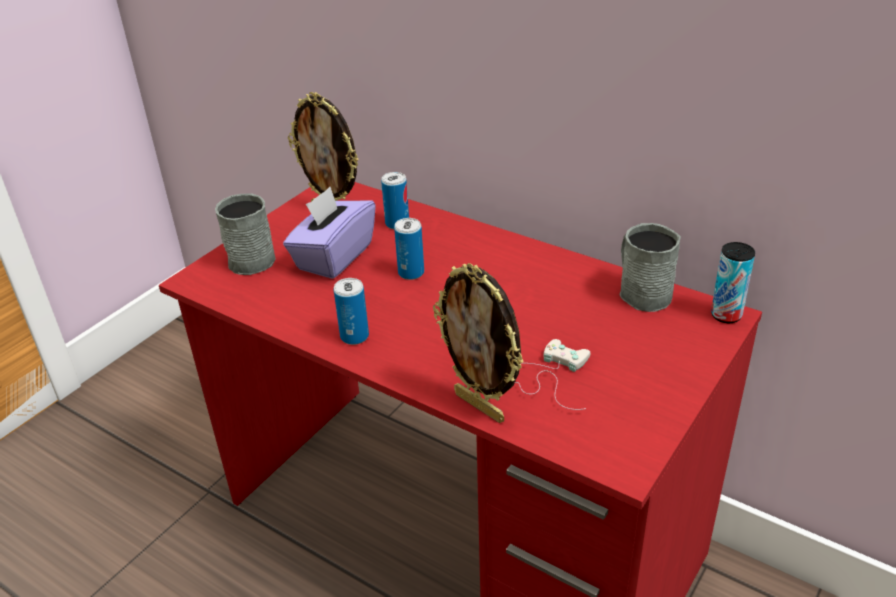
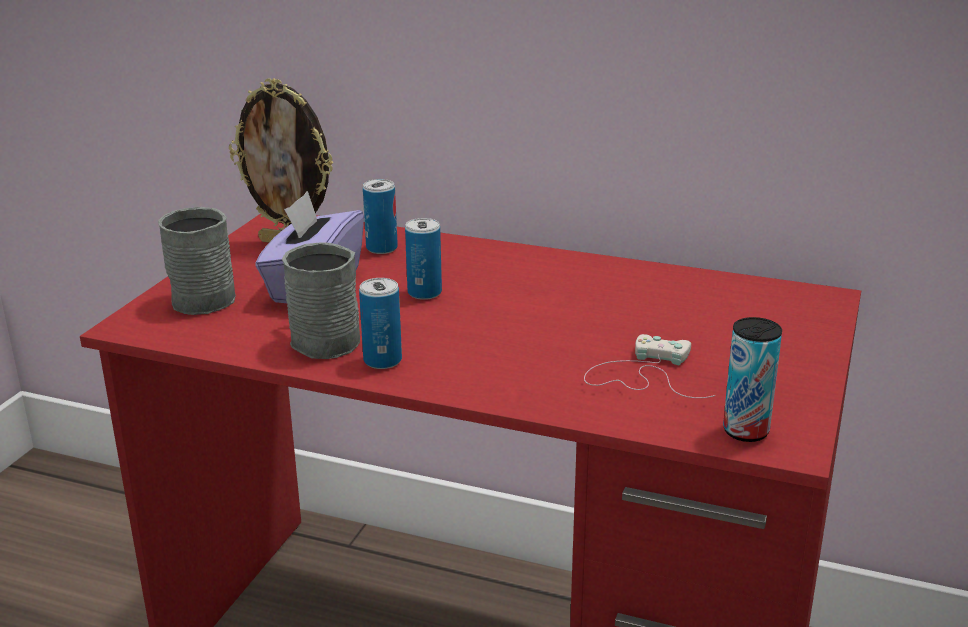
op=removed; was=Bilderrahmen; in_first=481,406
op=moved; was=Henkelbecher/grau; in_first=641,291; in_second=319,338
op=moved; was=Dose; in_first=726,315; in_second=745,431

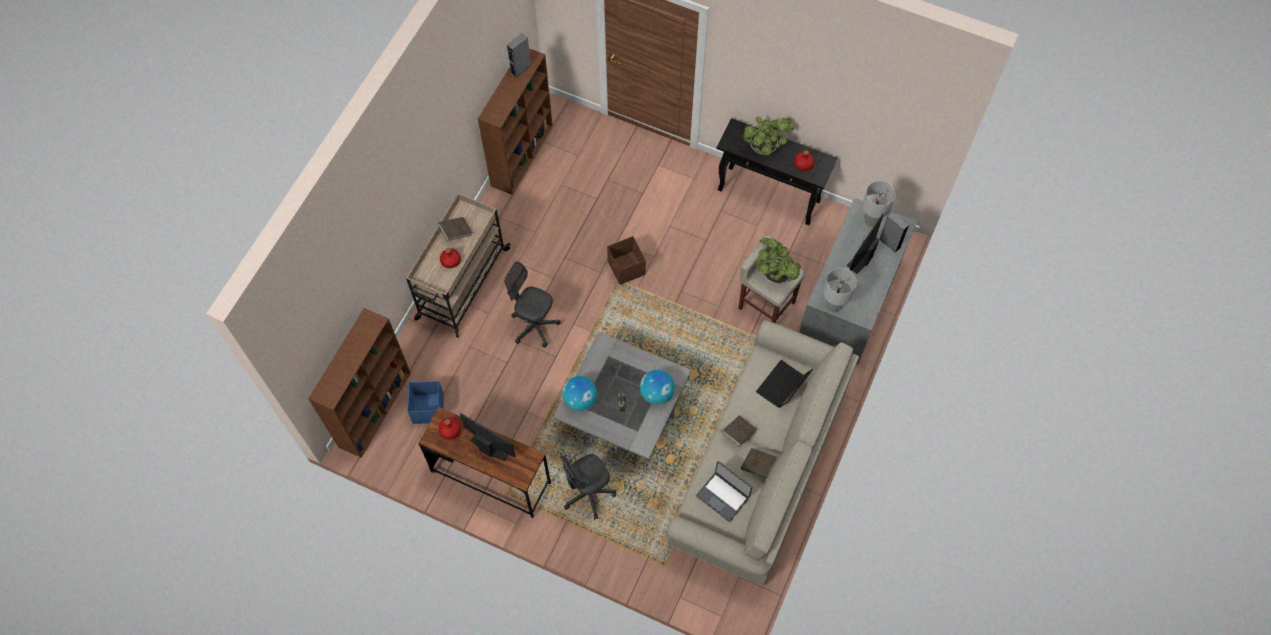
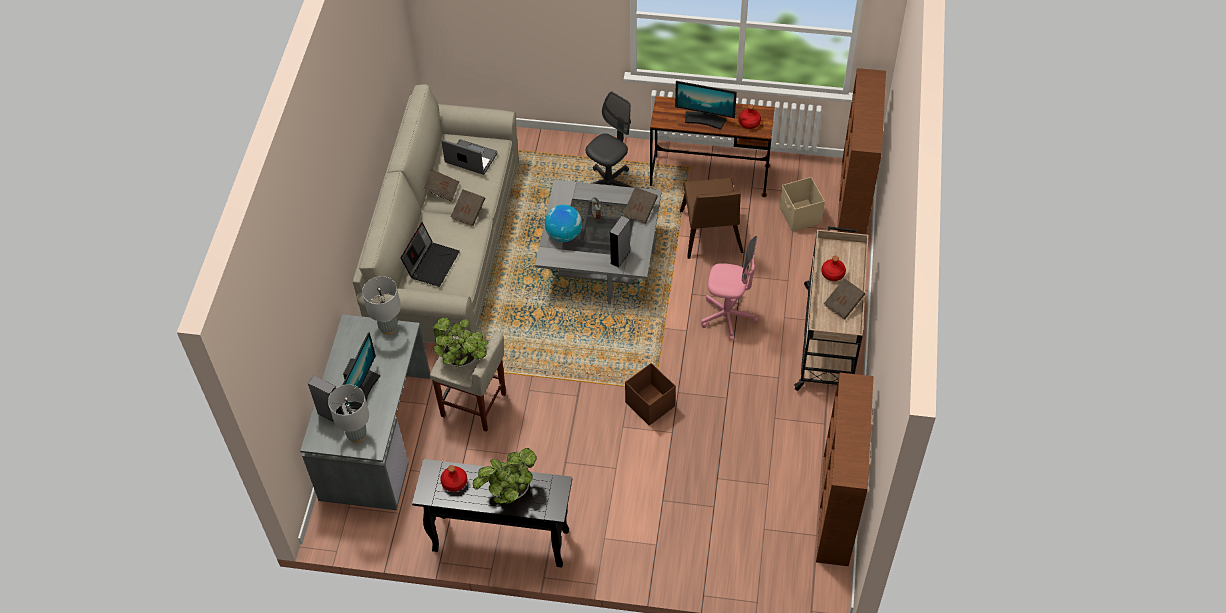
op=recoloured; was=Aufbewahrungsbox/blau; now=Aufbewahrungsbox/beige; in_first=428,408; in_second=800,216
op=recoloured; was=Bürostuhl/grau; now=Bürostuhl/rosa; in_first=534,326; in_second=728,317
op=moved; was=Lautsprecher/grau; in_first=521,69; in_second=620,257
op=replaced; was=Globus; now=Buch/braun; in_first=580,399; in_second=640,210
op=added; now=Stuhl/braun; in_second=710,236

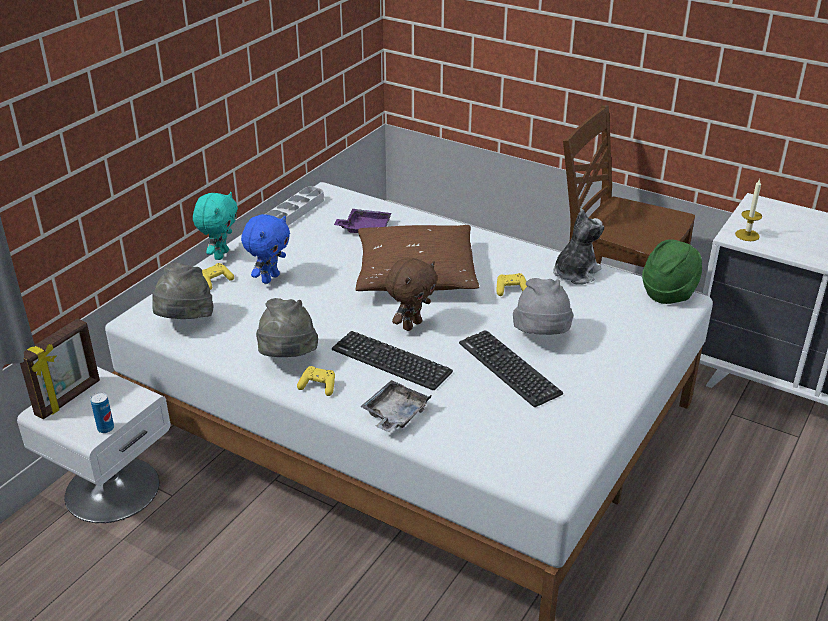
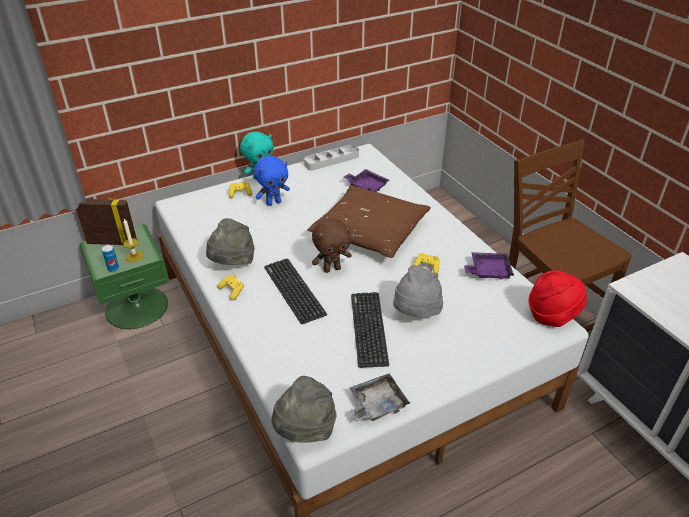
op=recoloured; was=Nachttisch/weiß; now=Nachttisch/grün; in_first=111,488; in_second=136,306
op=turned; was=Bilderrahmen; in_first=69,398; in_second=112,242; clockwise=-150
op=moved; was=Hut/grau; in_first=185,321; in_second=305,430
op=moved; was=Tablett/grau; in_first=395,414; in_second=376,404
op=replaced; was=Plüschtier; now=Tablett/lila; in_first=575,273; in_second=488,271
op=recoloured; was=Hut/grün; now=Hut/rot; in_first=668,293; in_second=552,315
op=moved; was=Kerze; in_first=747,235; in_second=134,256

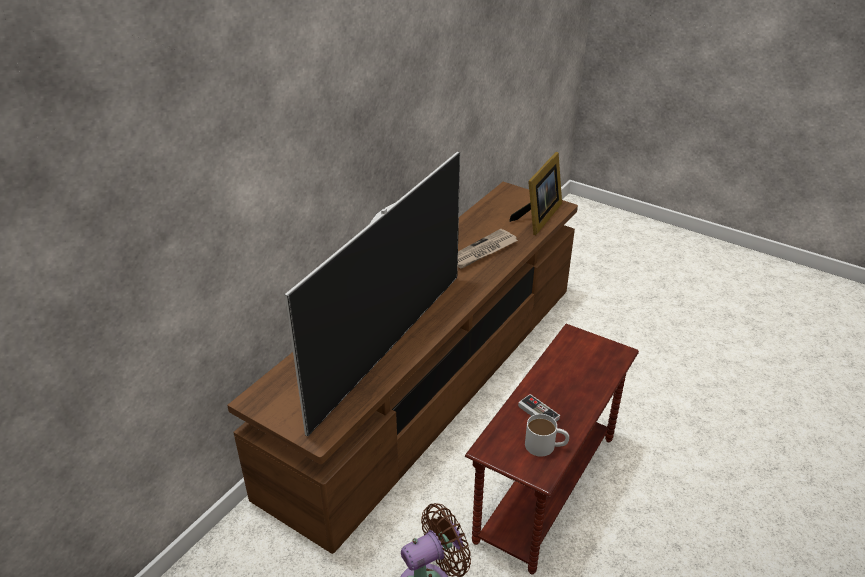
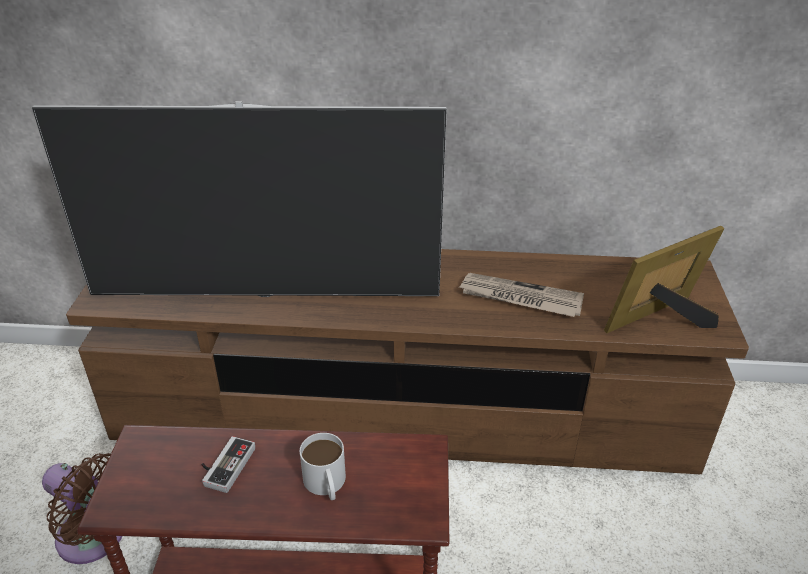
op=turned; was=Bilderrahmen; in_first=538,217; in_second=661,320; clockwise=150
op=moved; was=Henkelbecher/weiß; in_first=546,446; in_second=326,485

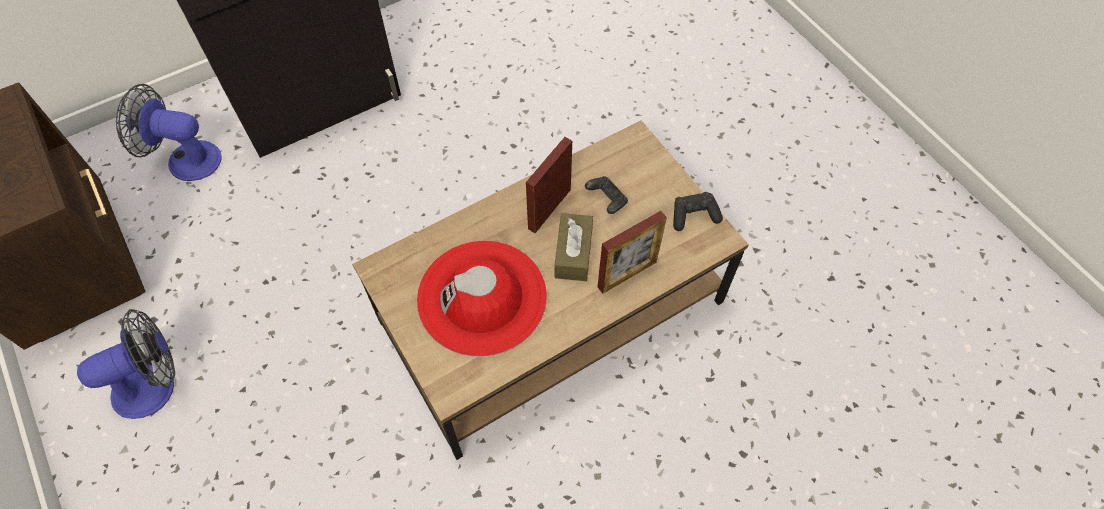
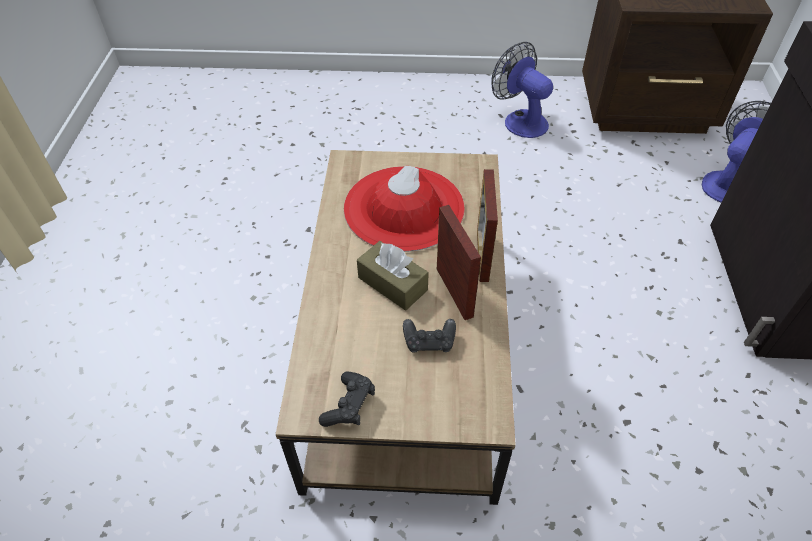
op=turned; was=Ventilator; in_first=155,384; in_second=520,120; clockwise=135
op=moved; was=Bilderrahmen; in_first=627,274; in_second=482,256

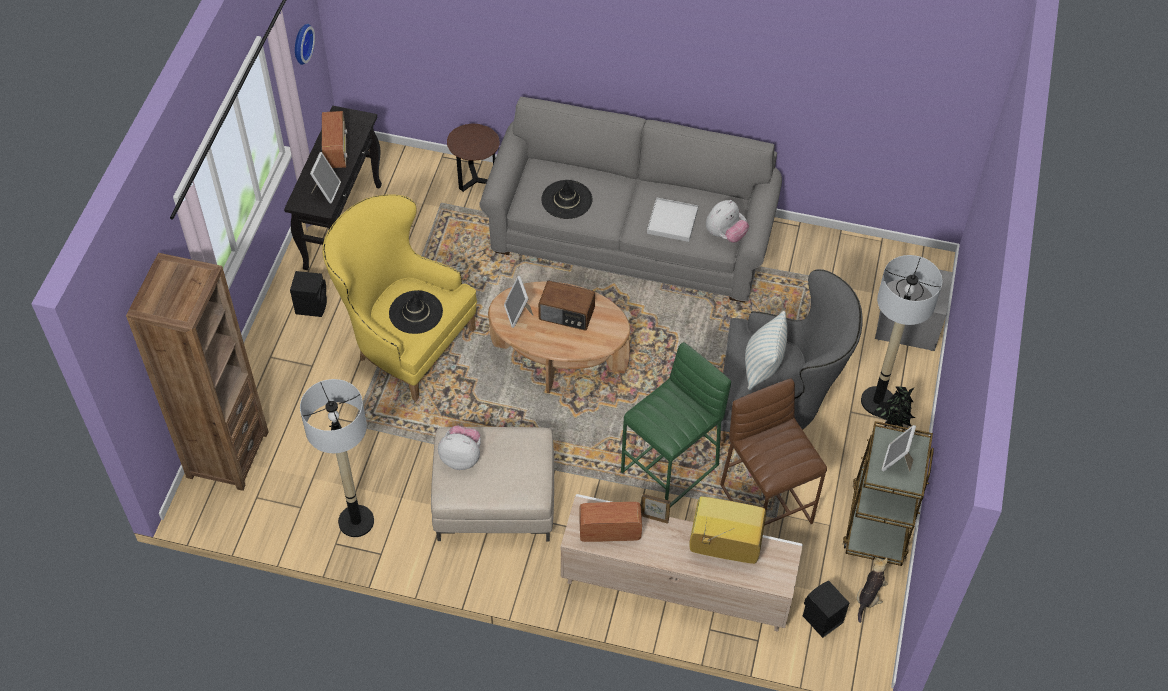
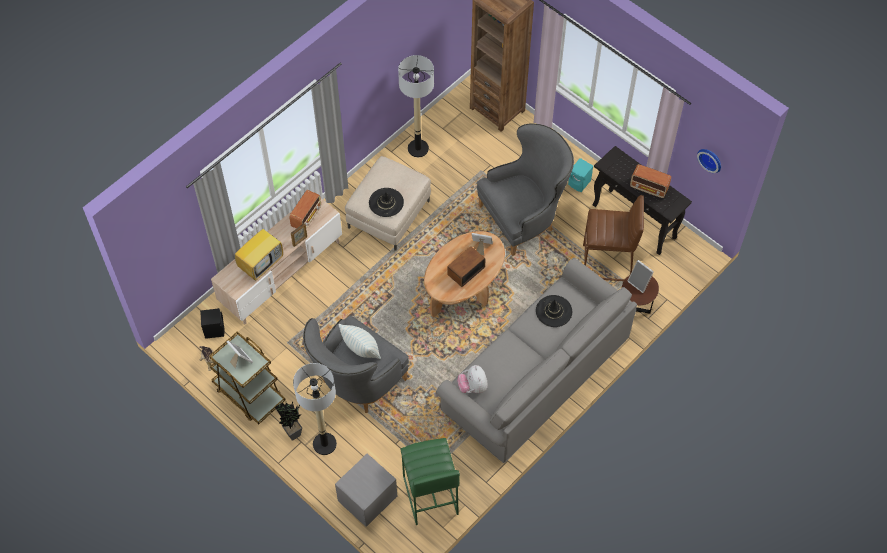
op=recoloured; was=Lautsprecher/schwarz; now=Lautsprecher/türkis; in_first=312,305; in_second=580,183
op=moved; was=Bilderrahmen; in_first=326,190; in_second=639,282
op=recoloured; was=Sessel/gelb; now=Sessel/grau; in_first=404,342; in_second=524,217
op=moved; was=Hut/schwarz; in_first=415,312; in_second=386,202
op=removed; was=Plüschtier; in_first=461,457
op=moved; was=Hocker/grün; in_first=671,469; in_second=430,496
op=removed; was=Tablett/weiß; in_first=672,221
op=moved; was=Hocker/braun; in_first=766,503; in_second=607,263

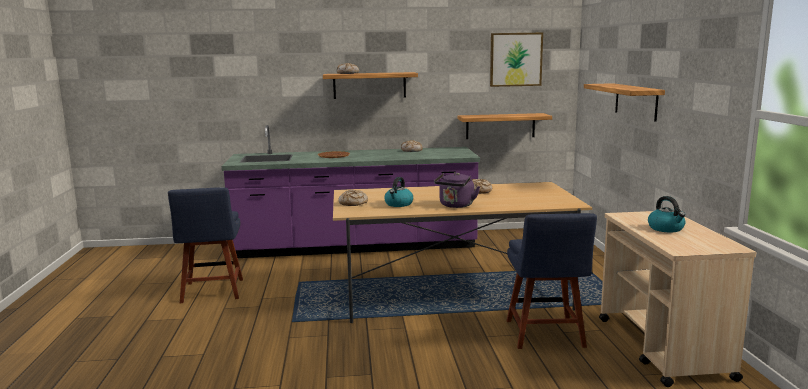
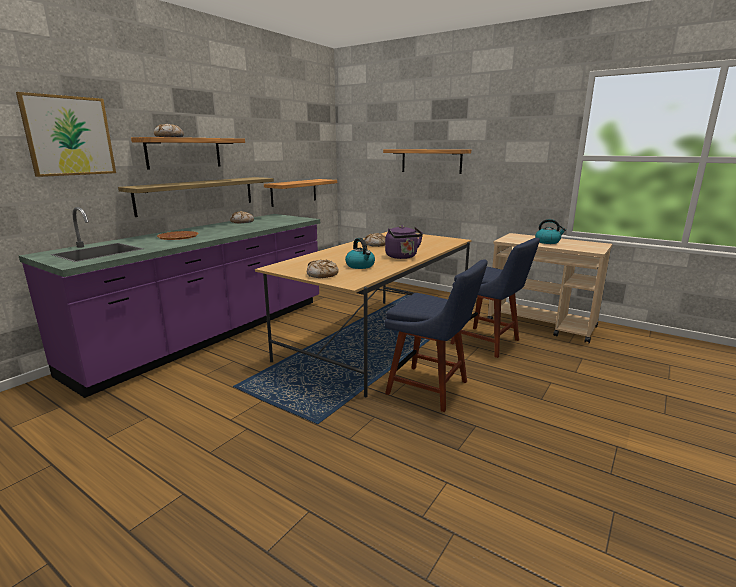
op=moved; was=Stuhl/blau; in_first=212,292; in_second=431,389
op=moved; was=Bild; in_first=515,59; in_second=69,136
op=added; now=Wandregal; in_second=197,195

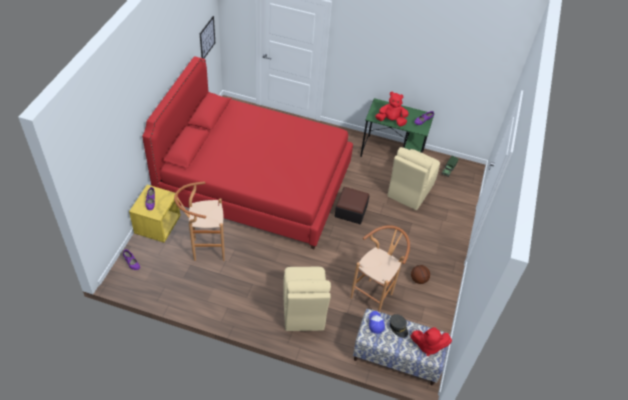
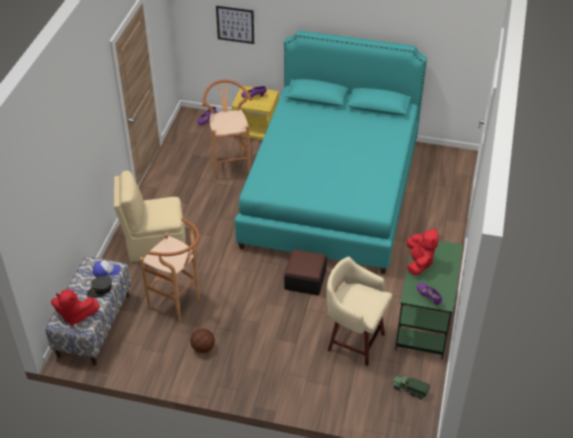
op=recoloured; was=Bett/rot; now=Bett/türkis; in_first=255,184; in_second=331,192
op=moved; was=Bild; in_first=207,38; in_second=235,24
op=replaced; was=Stuhl/beige; now=Hocker/beige; in_first=409,191; in_second=354,341
op=turned; was=Plüschtier/rot; in_first=428,345; in_second=75,316; clockwise=-90

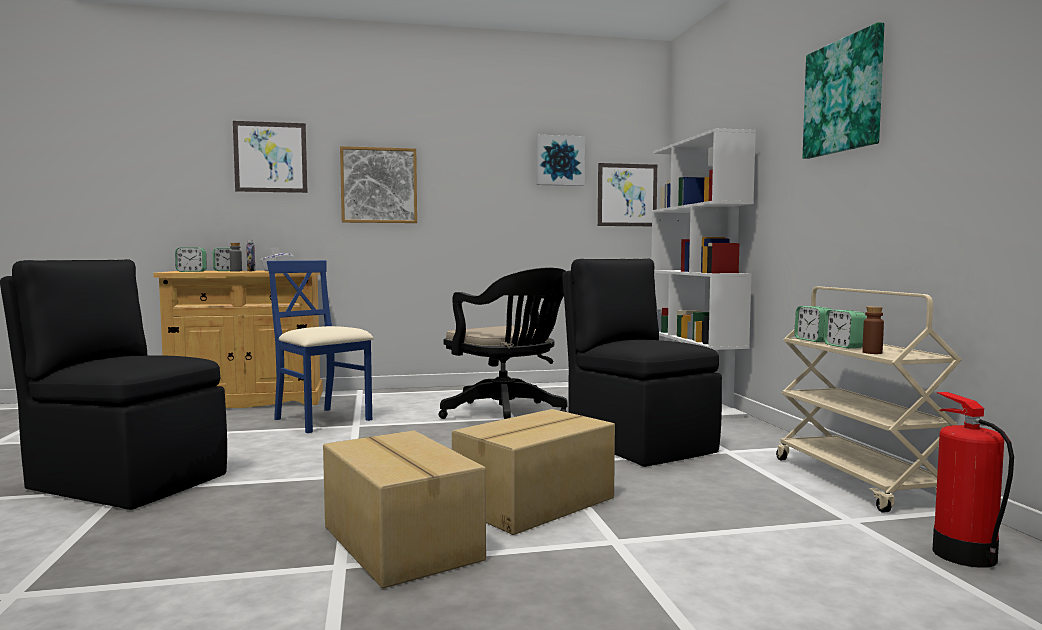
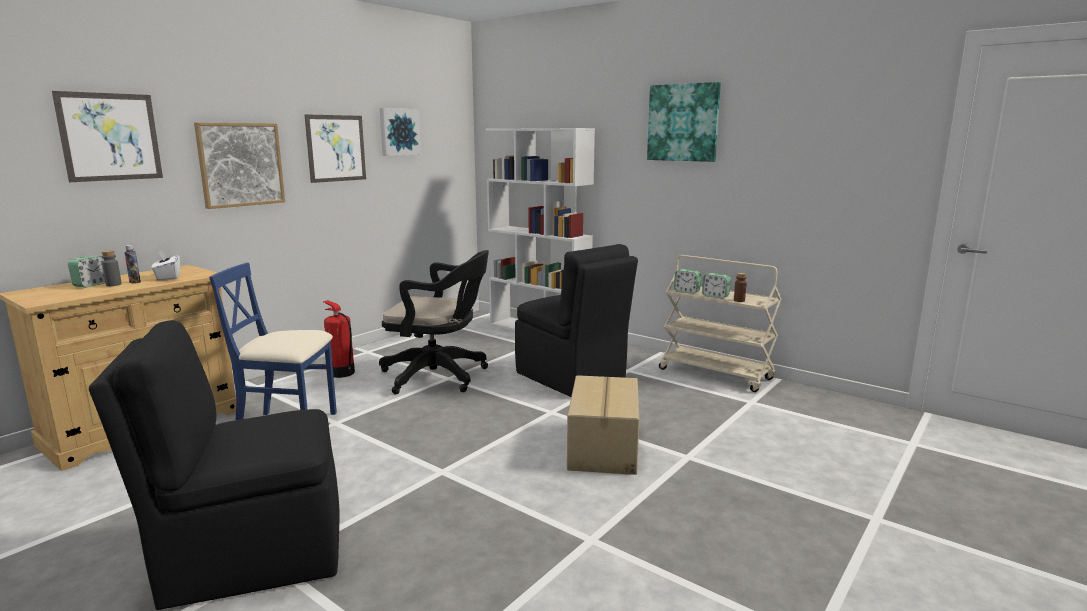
op=removed; was=Wecker; in_first=191,271
op=removed; was=Karton; in_first=399,544
op=turned; was=Stuhl/schwarz; in_first=638,443; in_second=571,378; clockwise=-150
op=moved; was=Bild; in_first=627,195; in_second=336,148
op=moved; was=Feuerlöscher; in_first=963,554; in_second=341,373

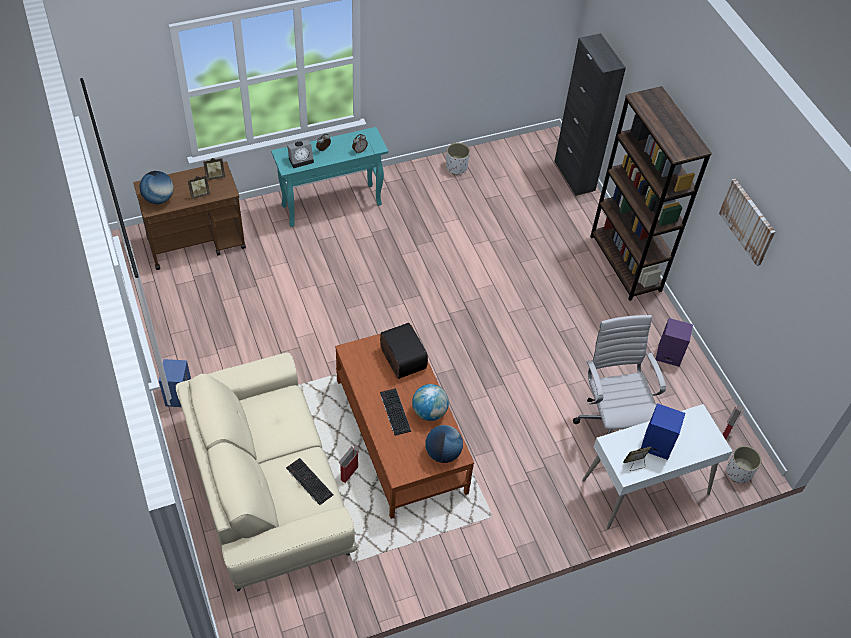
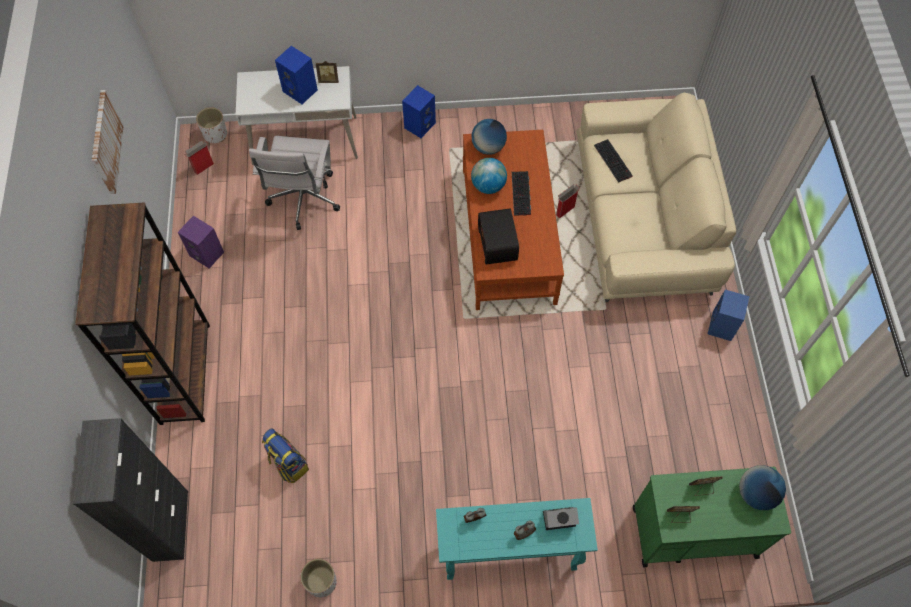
op=recoloured; was=Rollwagen/braun; now=Rollwagen/grün; in_first=197,243; in_second=693,531
op=added; now=Rucksack; in_second=288,464
op=added; now=Lautsprecher/blau; in_second=419,124

